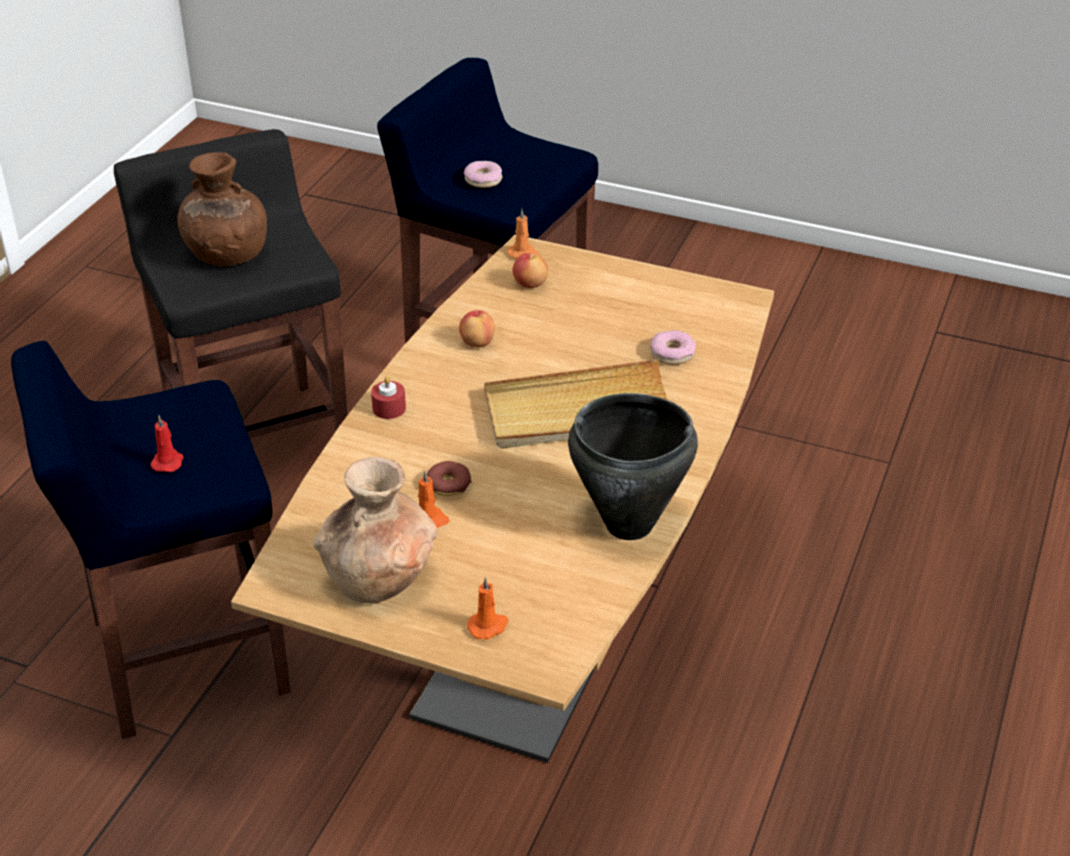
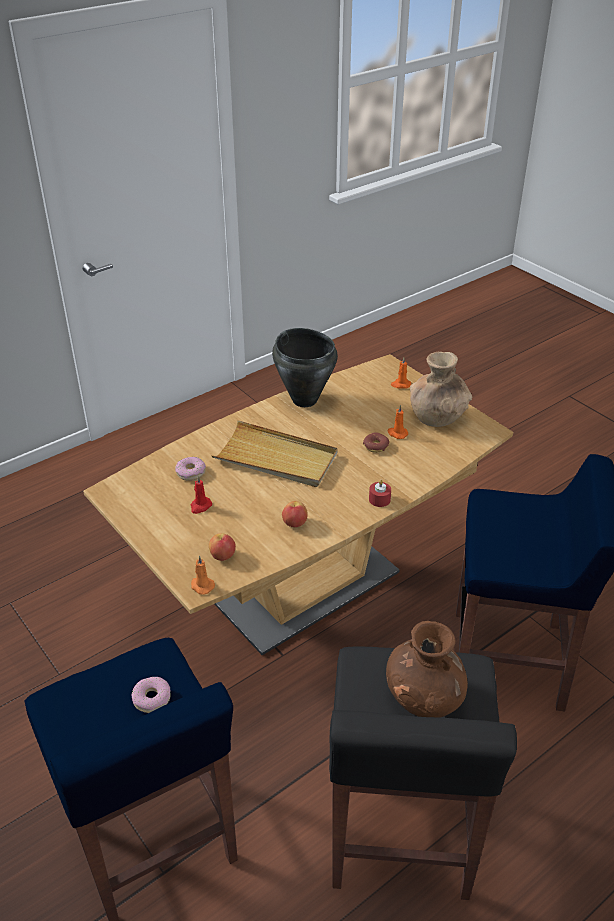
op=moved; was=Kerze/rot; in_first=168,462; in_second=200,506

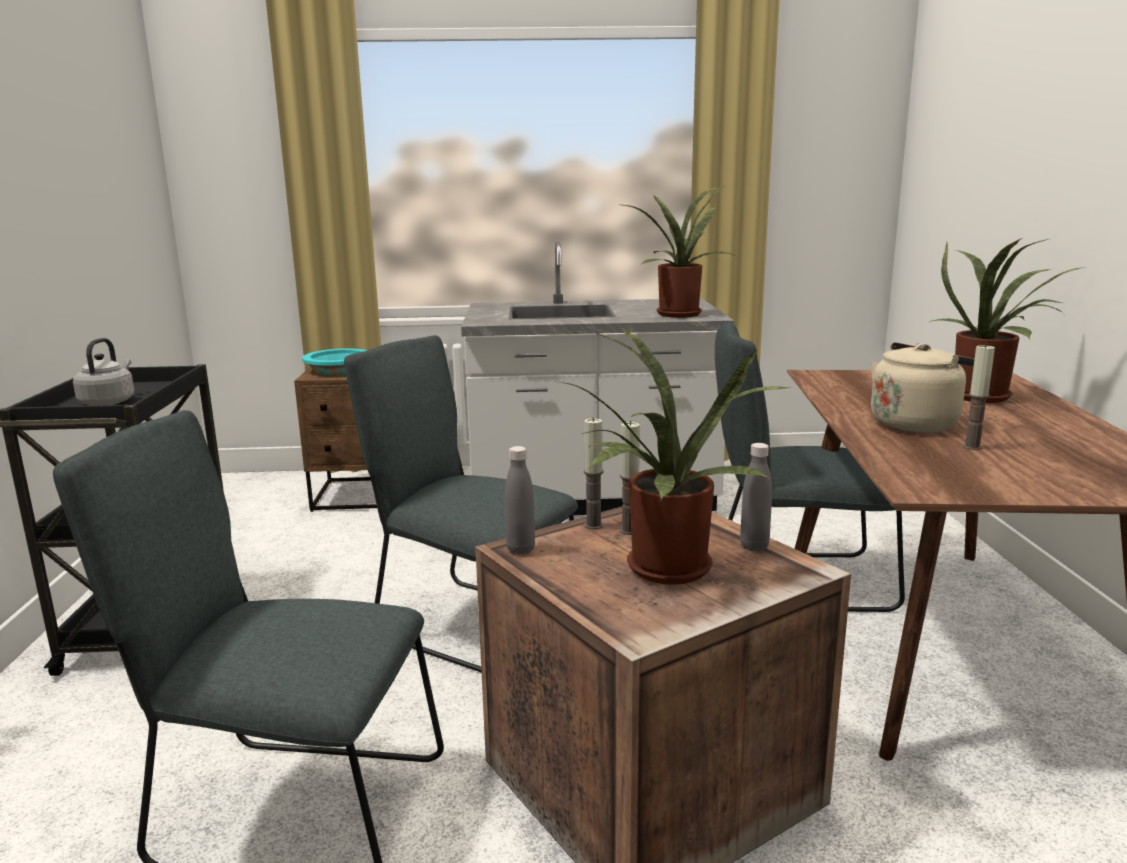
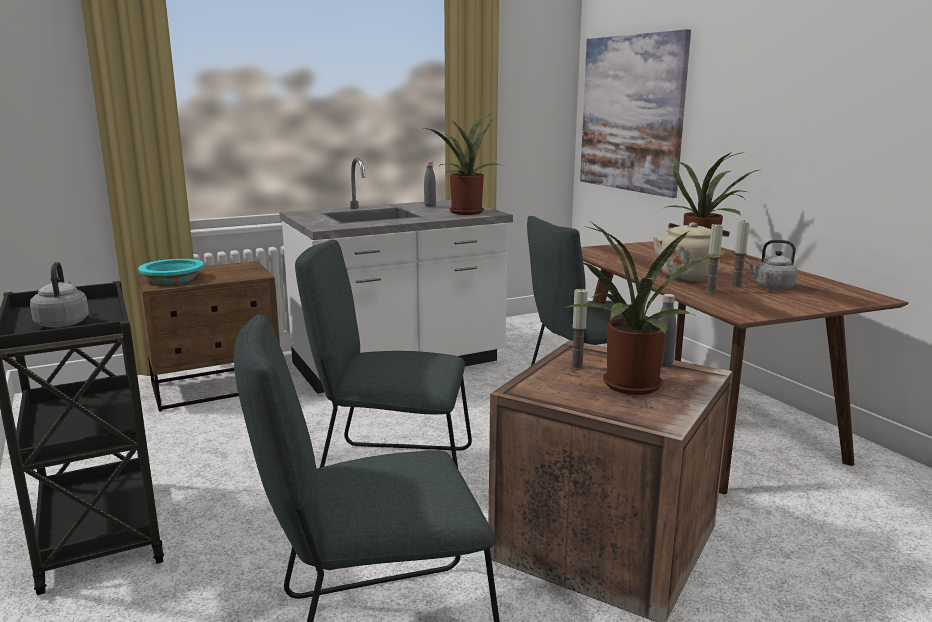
op=moved; was=Flasche/grau; in_first=520,550; in_second=430,206
op=moved; was=Kerze; in_first=593,525; in_second=710,291
op=added; now=Bild; in_second=631,114
op=added; now=Wasserkessel/grau; in_second=771,287

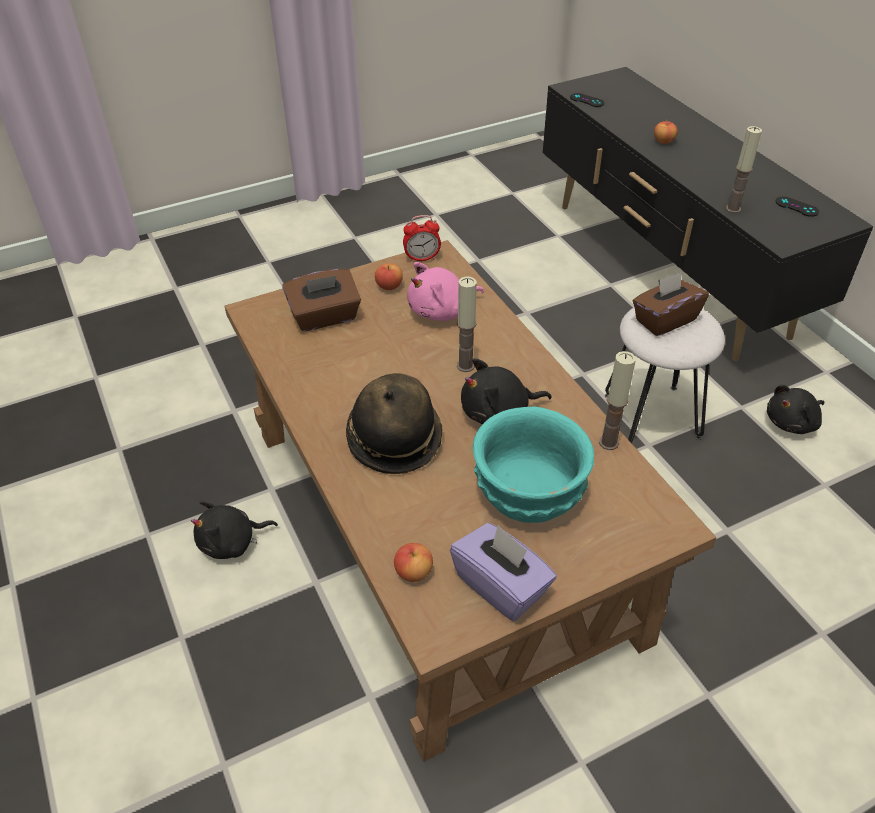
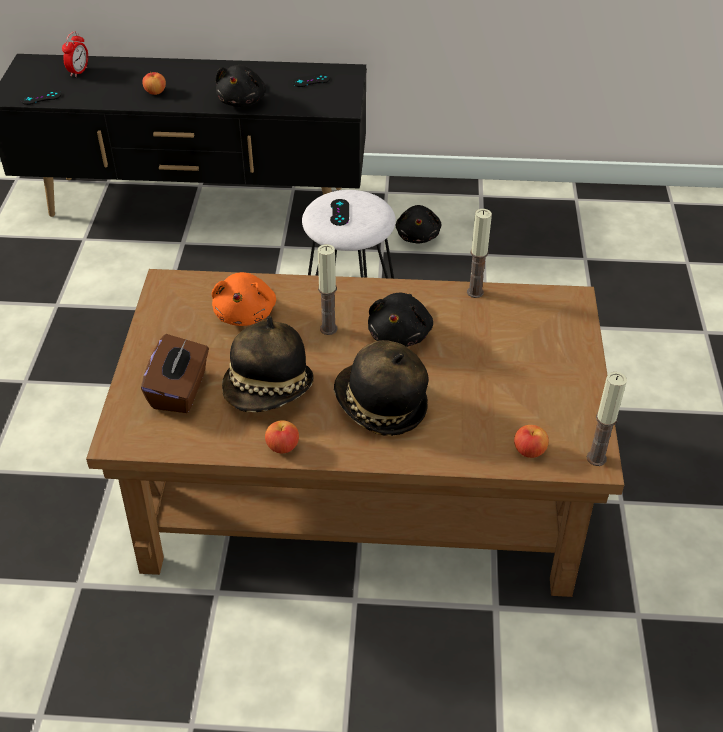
op=moved; was=Plüschtier/schwarz; in_first=232,543; in_second=242,101
op=moved; was=Apfel; in_first=389,286; in_second=282,446
op=moved; was=Wecker; in_first=422,258; in_second=79,72
op=recoloured; was=Plüschtier/rosa; now=Plüschtier/orange; in_first=441,311; in_second=246,313
op=removed; was=Taschentuchbox/lila; in_first=501,586
op=removed; was=Schüssel/türkis; in_first=528,491
op=replaced; was=Taschentuchbox/braun; now=Gamepad/schwarz; in_first=665,320; in_second=339,212
op=moved; was=Kerze; in_first=733,209; in_second=596,458
op=added; now=Hut; in_second=269,391

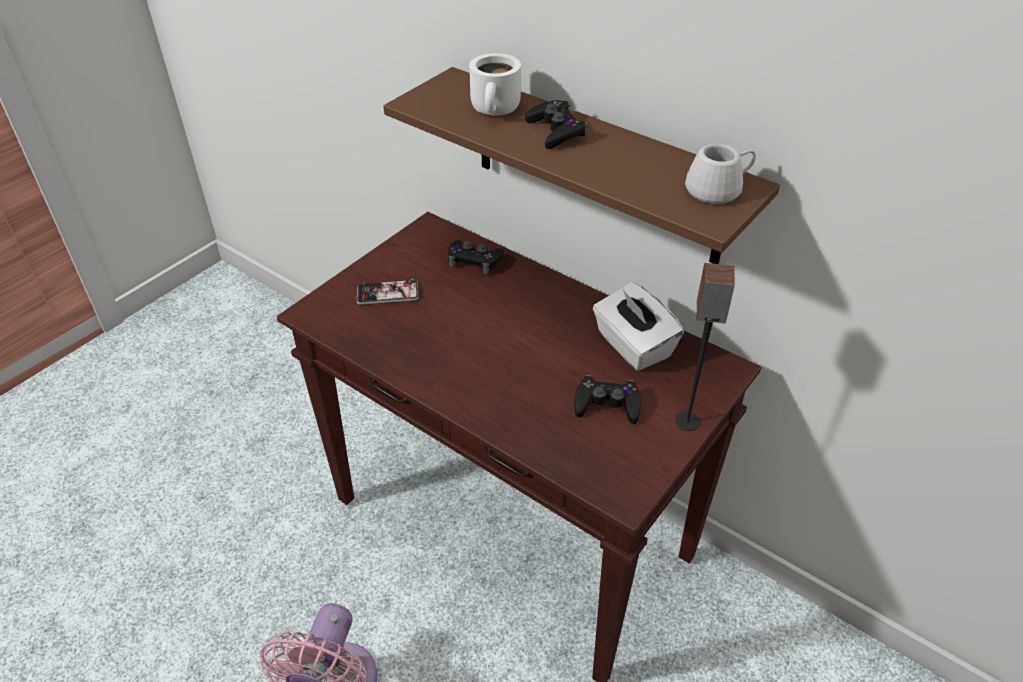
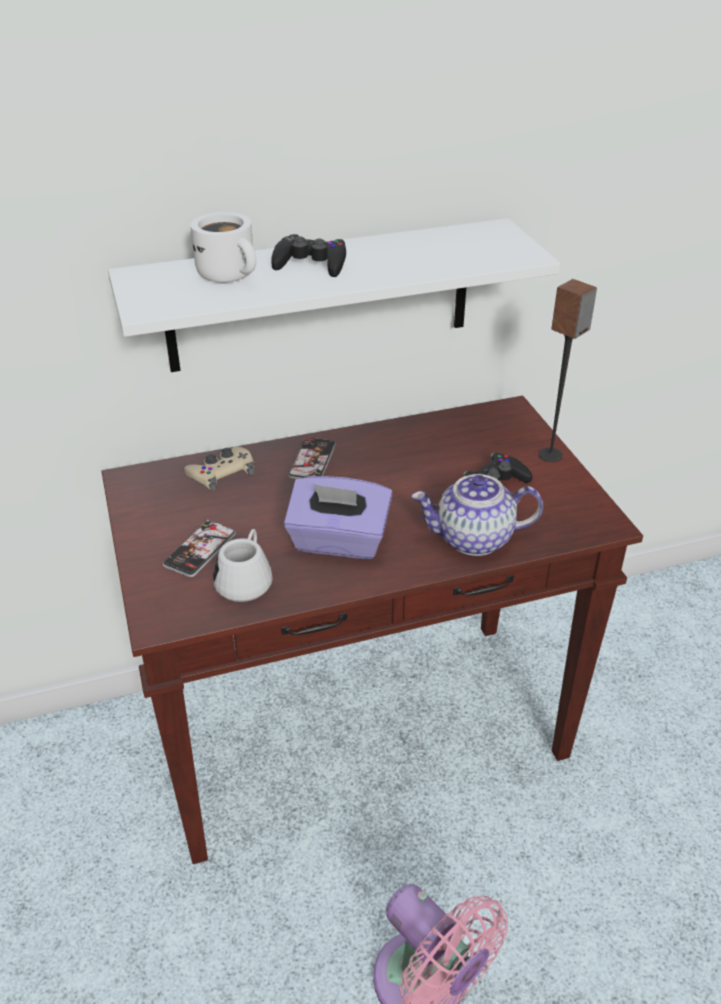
op=recoloured; was=Wandregal/braun; now=Wandregal/weiß; in_first=596,167; in_second=320,296
op=recoloured; was=Gamepad/schwarz; now=Gamepad/beige; in_first=474,260; in_second=222,473
op=removed; was=Taschentuchbox/weiß; in_first=632,346
op=moved; was=Henkelbecher/weiß; in_first=719,189; in_second=246,578
op=added; now=Taschentuchbox/lila; in_second=338,542
op=added; now=Handy; in_second=312,460
op=added; now=Teekanne; in_second=473,539

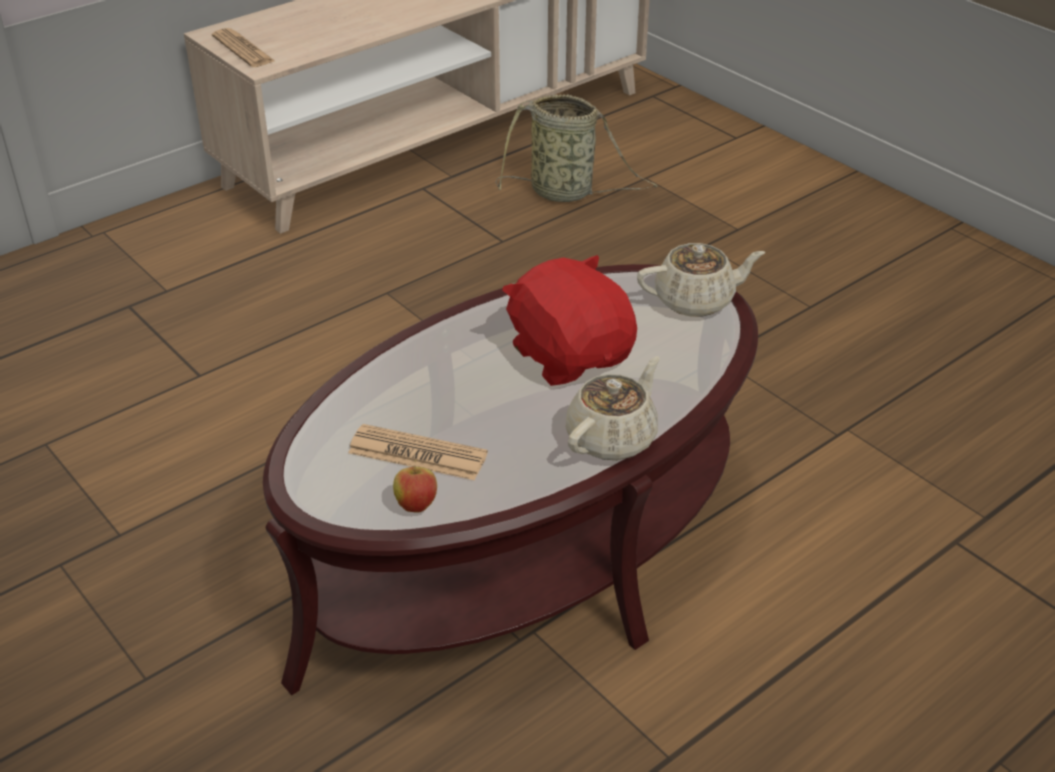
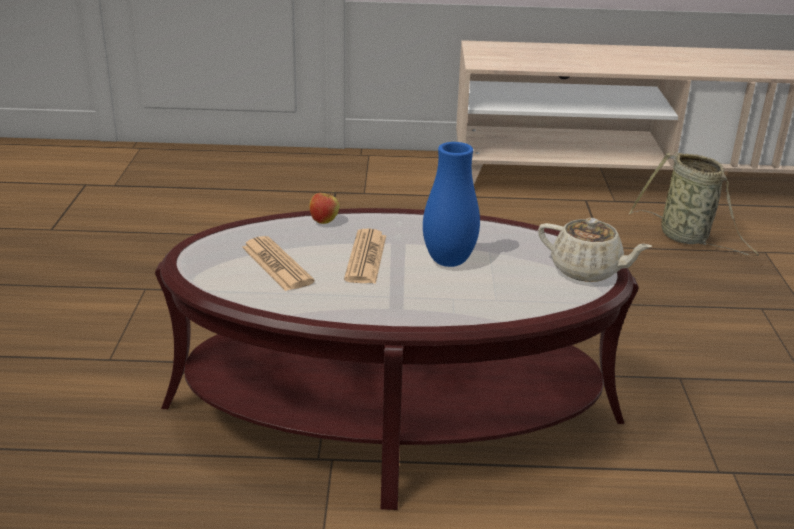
op=moved; was=Zeitung; in_first=243,49; in_second=366,258
op=moved; was=Apfel; in_first=416,505; in_second=324,221
op=replaced; was=Plüschtier/rot; now=Vase/blau; in_first=570,355; in_second=449,261
op=removed; was=Teekanne/beige; in_first=612,437

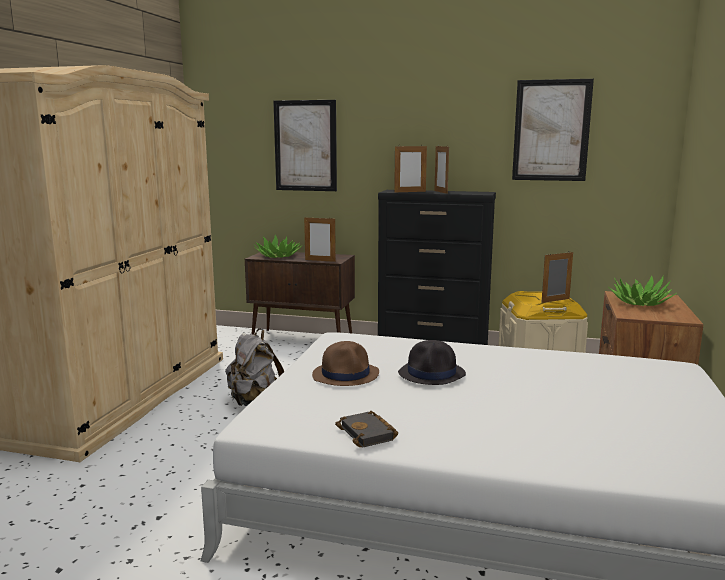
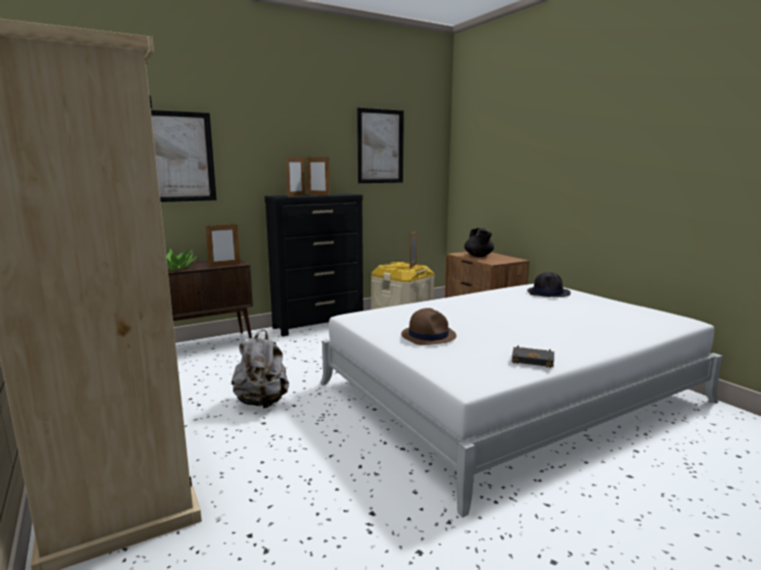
op=moved; was=Hut/schwarz; in_first=432,374; in_second=548,293
op=replaced; was=Topfpflanze; now=Teekanne/schwarz; in_first=640,302; in_second=478,256

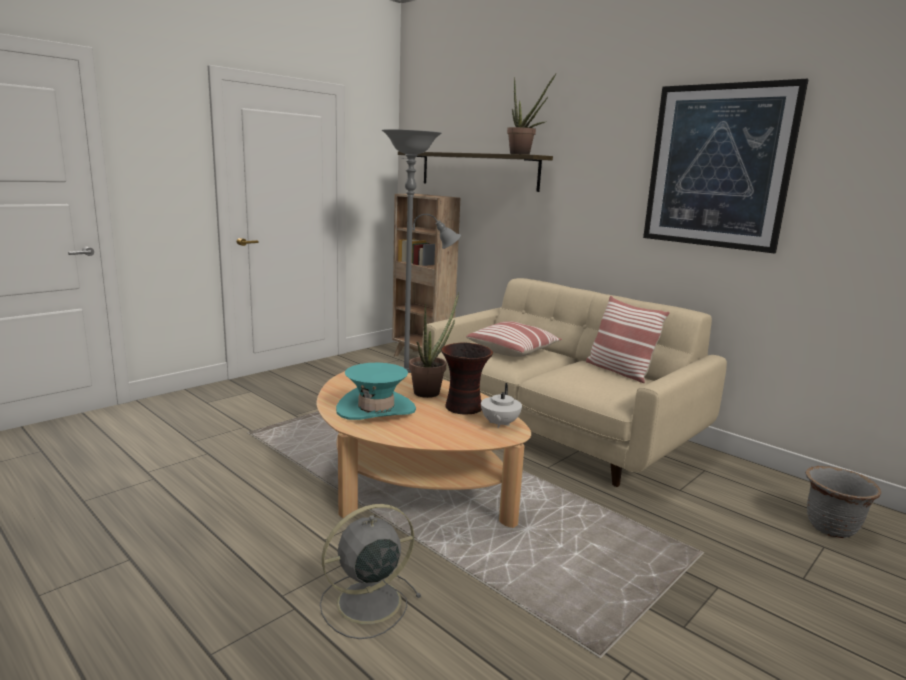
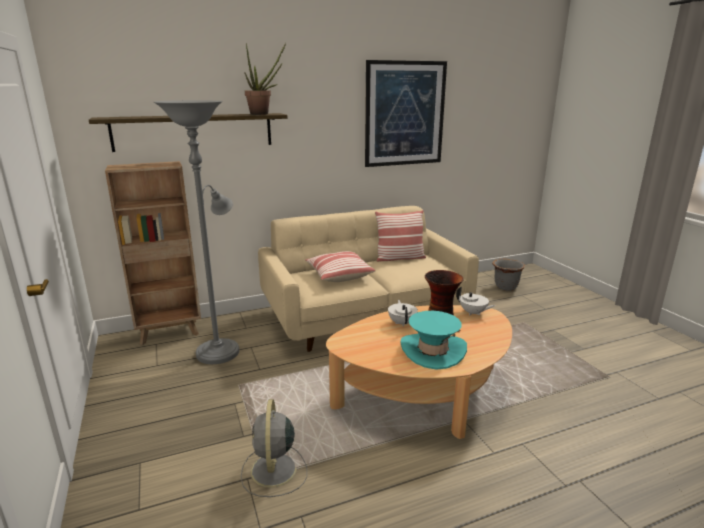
op=moved; was=Ventilator/grau; in_first=366,602; in_second=273,471
op=replaced; was=Topfpflanze; now=Teekanne/weiß; in_first=430,391; in_second=402,323

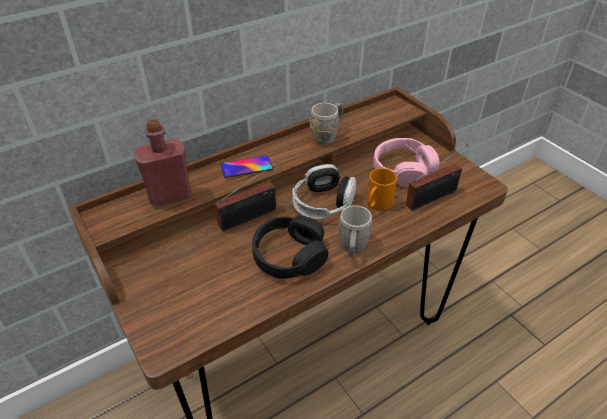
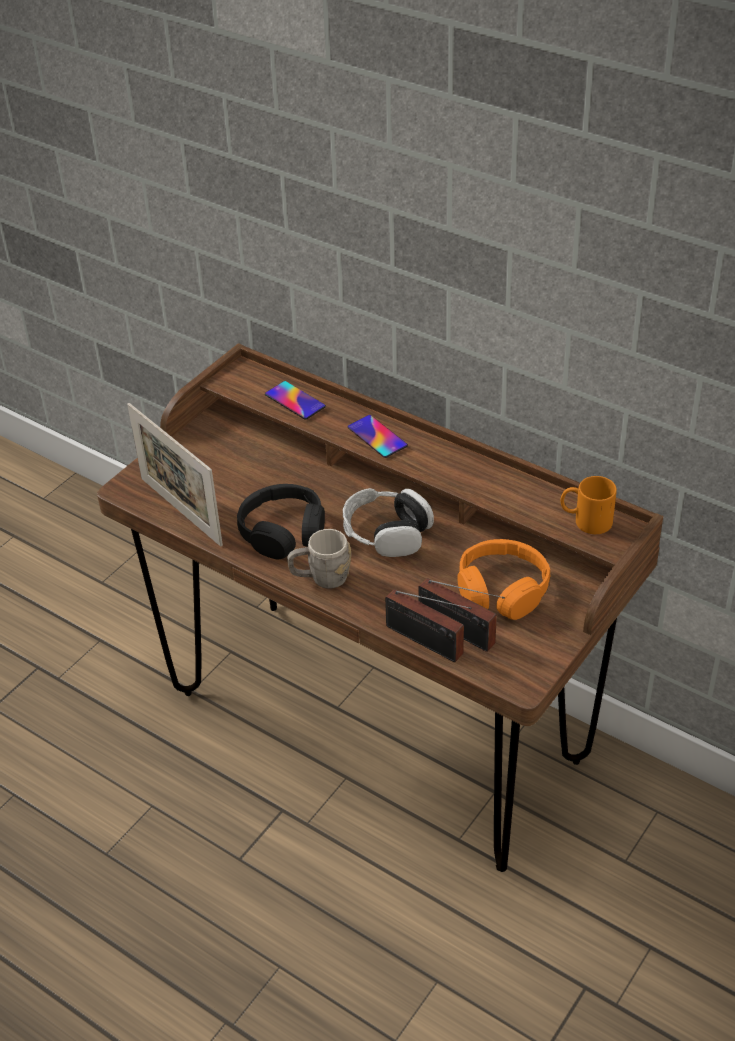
op=replaced; was=Flasche/rot; now=Handy; in_first=170,195; in_second=295,401
op=moved; was=Radio; in_first=251,217; in_second=427,643
op=removed; was=Henkelbecher/grau; in_first=327,135
op=moved; was=Henkelbecher/orange; in_first=377,205; in_second=585,521
op=recoloured; was=Kopfhörer/rosa; now=Kopfhörer/orange; in_first=403,170; in_second=502,590
op=added; now=Bilderrahmen; in_second=181,511

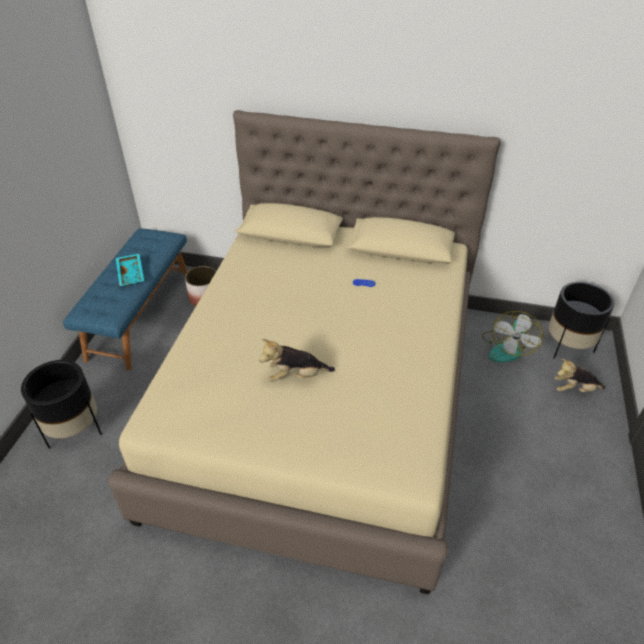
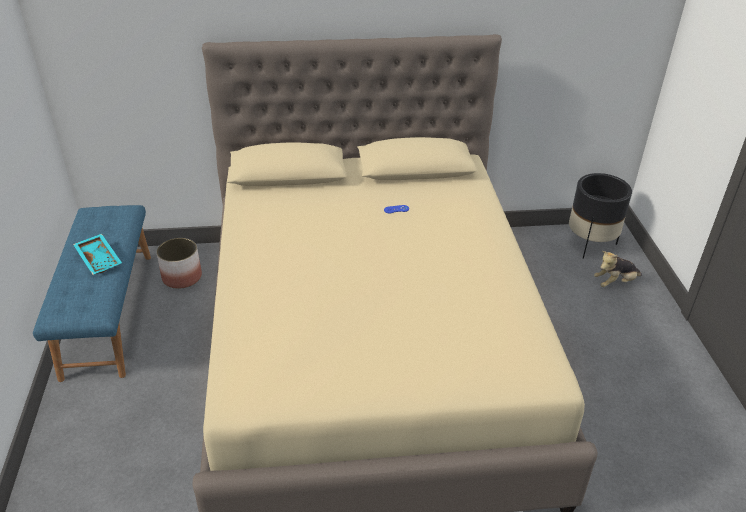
op=removed; was=Pflanzkübel/schwarz; in_first=75,430
op=removed; was=Plüschtier; in_first=296,376
op=removed; was=Ventilator; in_first=507,348

